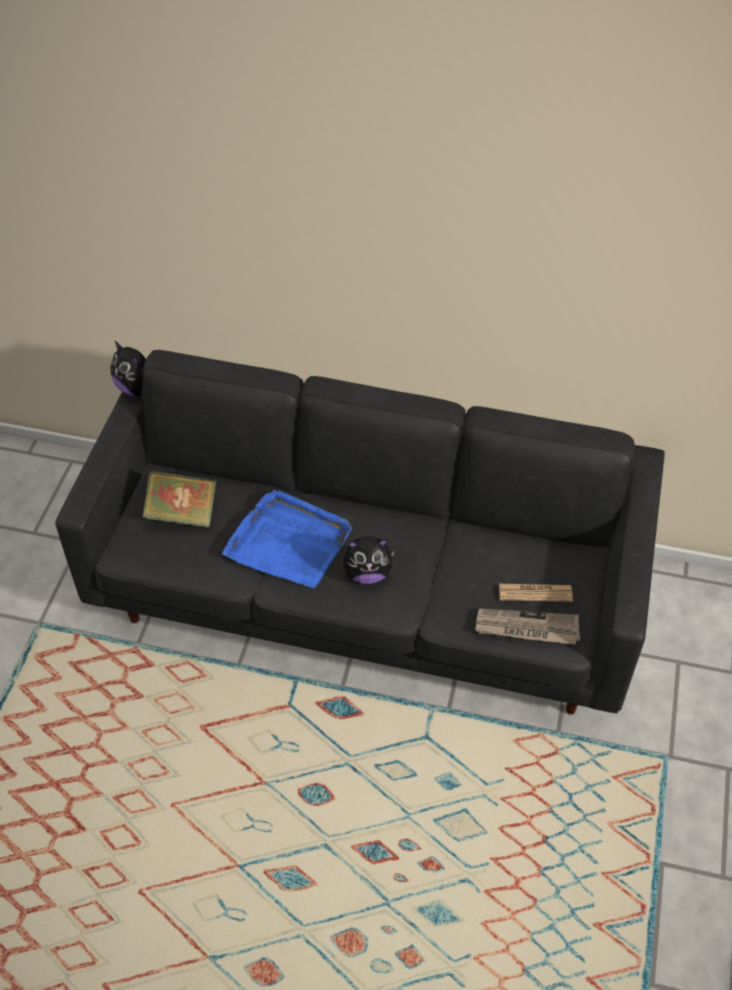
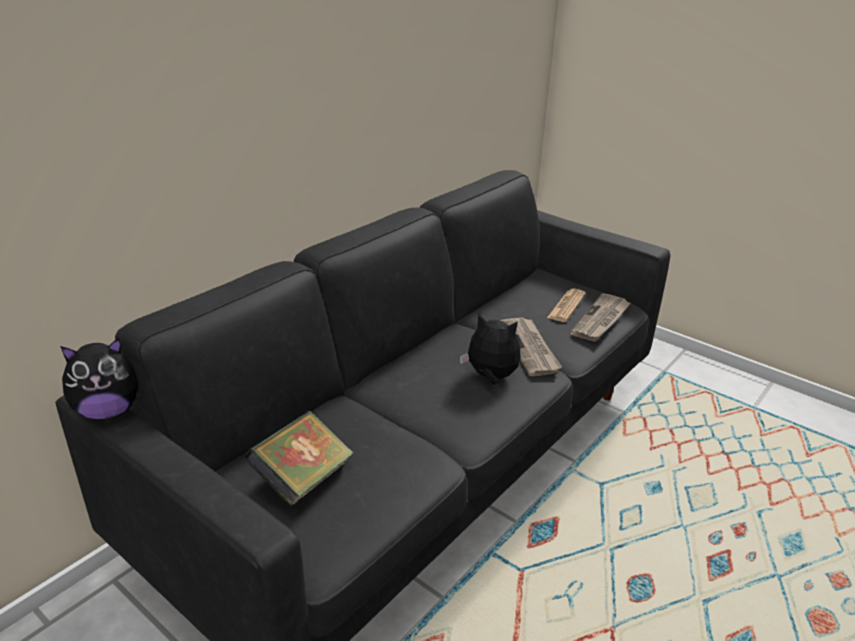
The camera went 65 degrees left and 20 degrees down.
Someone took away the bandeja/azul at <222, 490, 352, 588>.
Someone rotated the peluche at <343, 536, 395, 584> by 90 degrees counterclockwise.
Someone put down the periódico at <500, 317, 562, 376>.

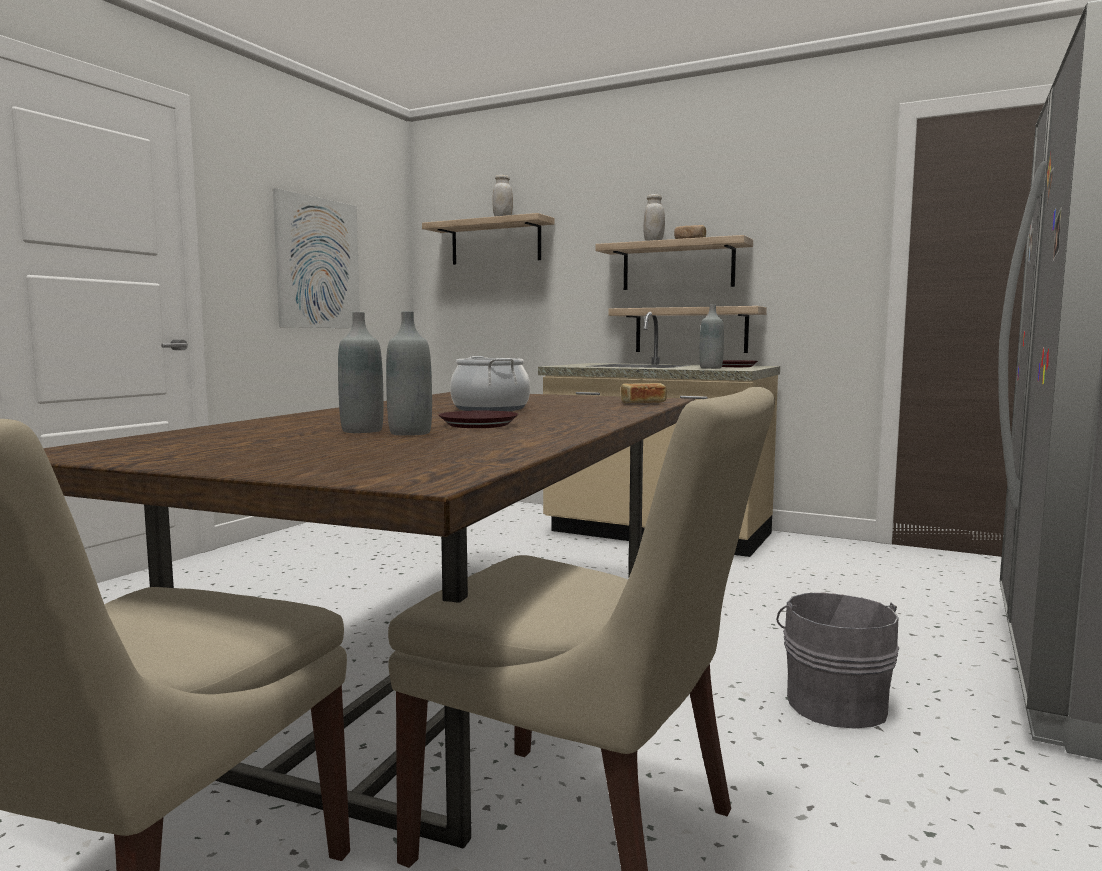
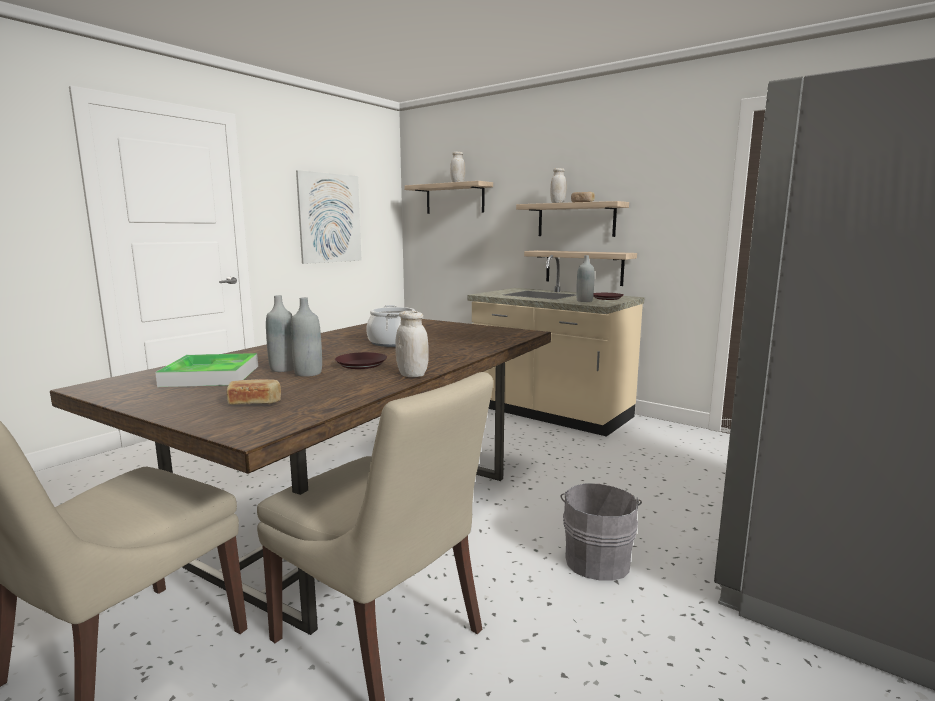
The camera went 10 degrees right and 5 degrees up.
Someone carried the pan from <621, 383, 667, 403> to <227, 379, 281, 405>.
Someone put down the tarro/blanco at <395, 311, 429, 377>.
Someone put down the bandeja at <155, 353, 258, 387>.

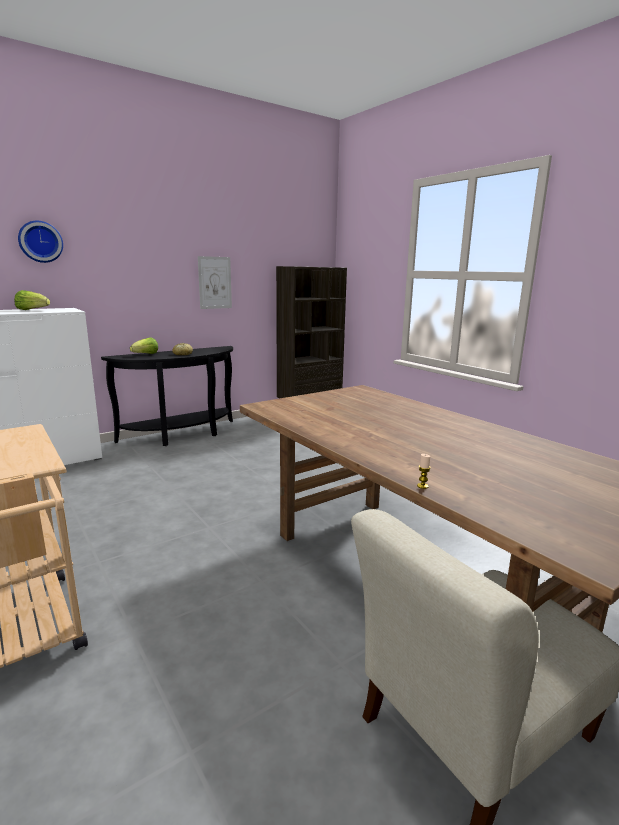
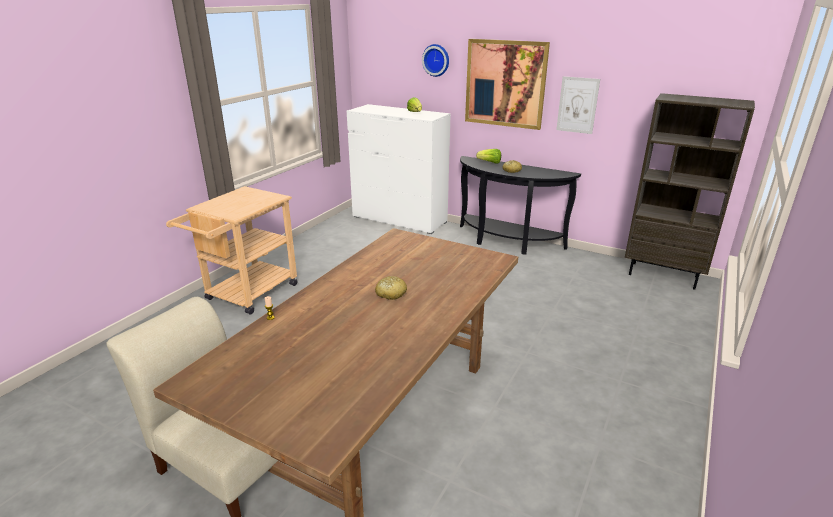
The camera went 65 degrees right and 10 degrees up.
Someone put up the cuadro at <465, 39, 550, 130>.
Someone put down the pan at <375, 276, 407, 300>.

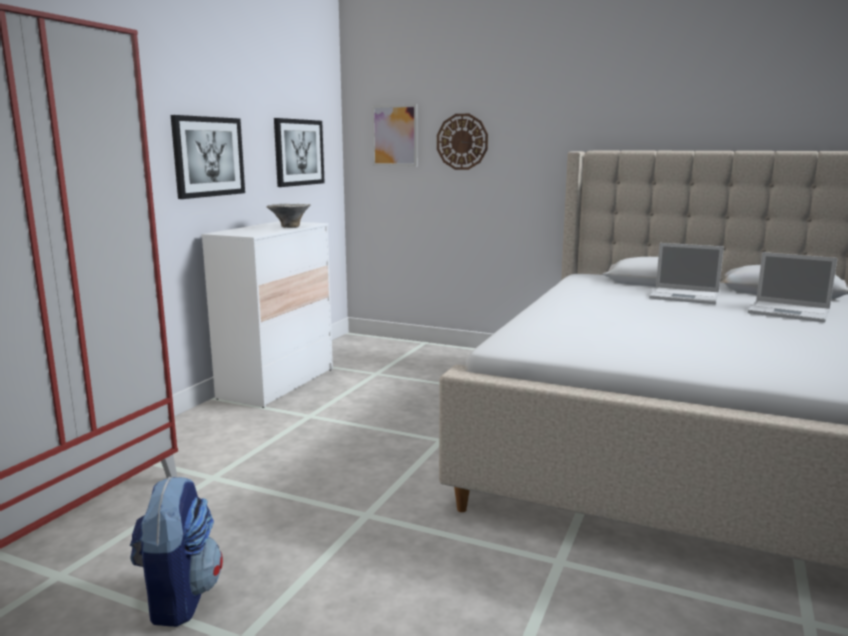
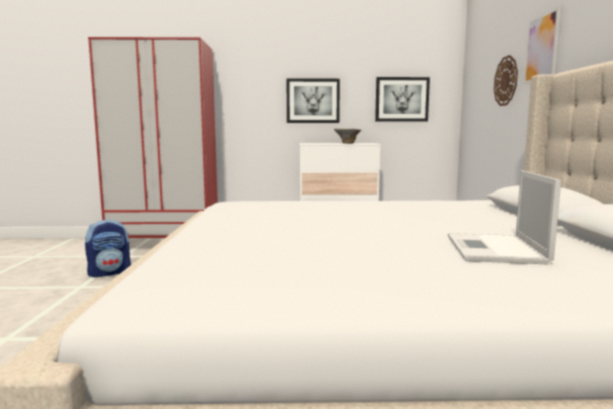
The camera went 65 degrees right and 5 degrees down.
Someone carried the cuadro from <372, 104, 417, 166> to <524, 7, 560, 84>.
Someone took away the portátil at <649, 243, 724, 304>.

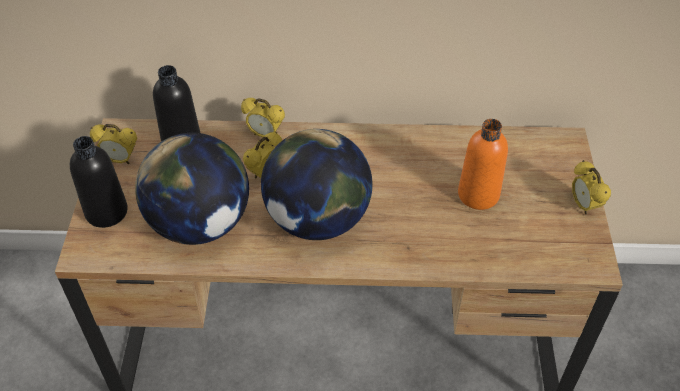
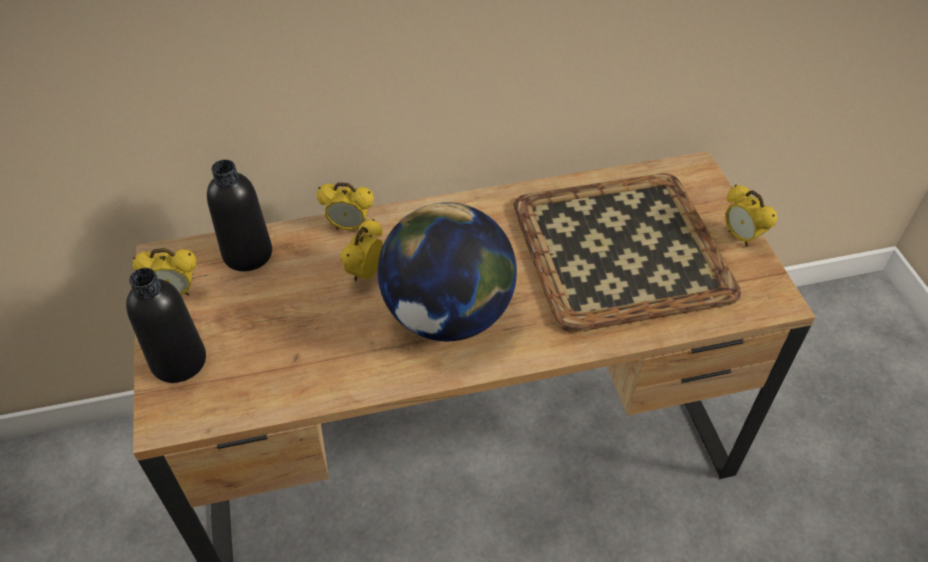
The camera went 15 degrees left and 0 degrees up.
Someone swapped the botella/naranja at <458, 119, 508, 210> for the bandeja at <513, 173, 741, 332>.
Someone took away the globo terráqueo at <135, 133, 249, 245>.

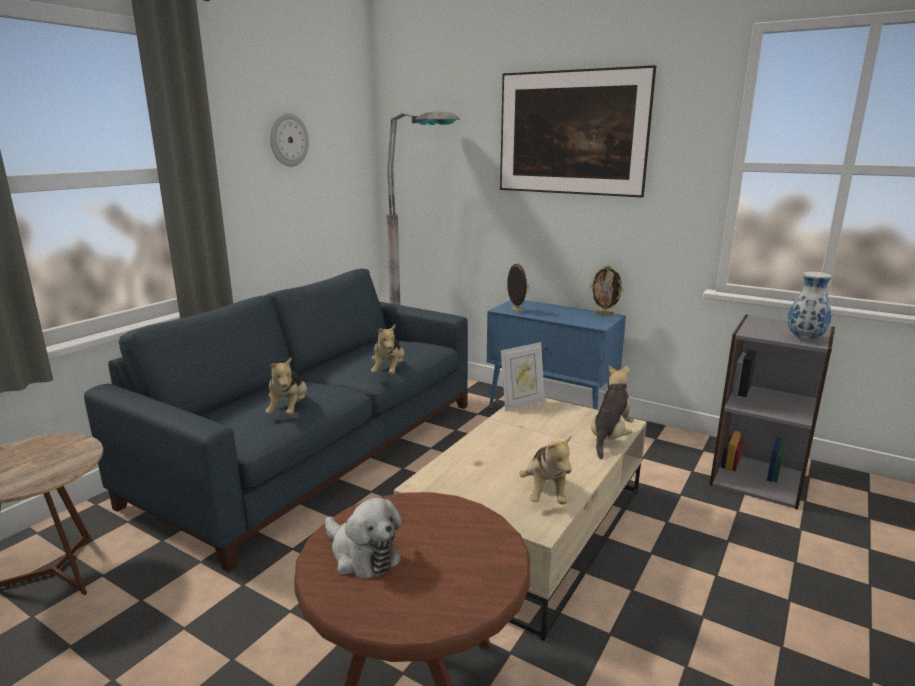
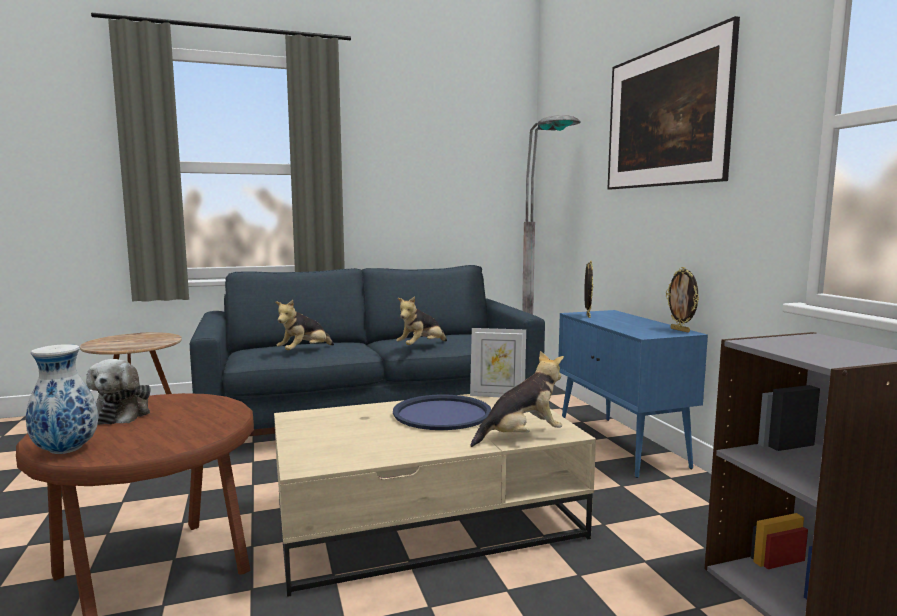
The camera went 40 degrees right and 10 degrees down.
Someone took away the reloj de pared at <270, 113, 309, 167>.
Someone carried the florero from <787, 272, 832, 340> to <26, 344, 98, 454>.
Someone took away the peluche at <519, 435, 572, 505>.
Someone put down the bandeja/azul at <393, 394, 491, 430>.

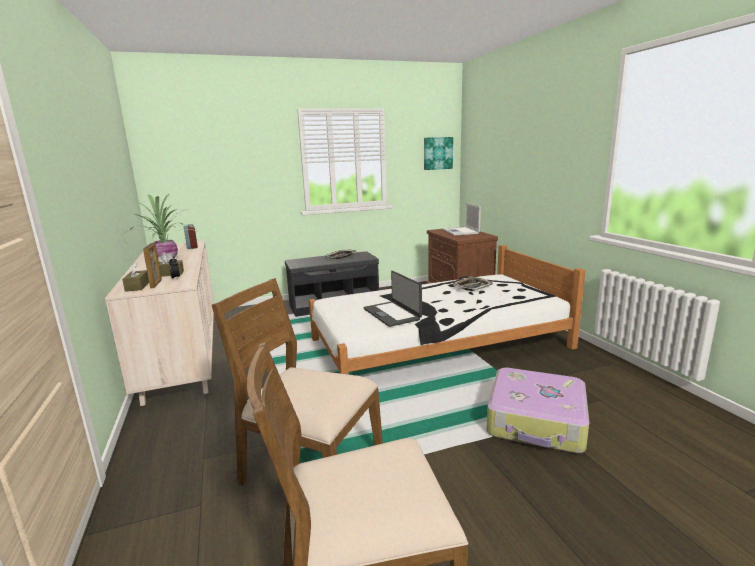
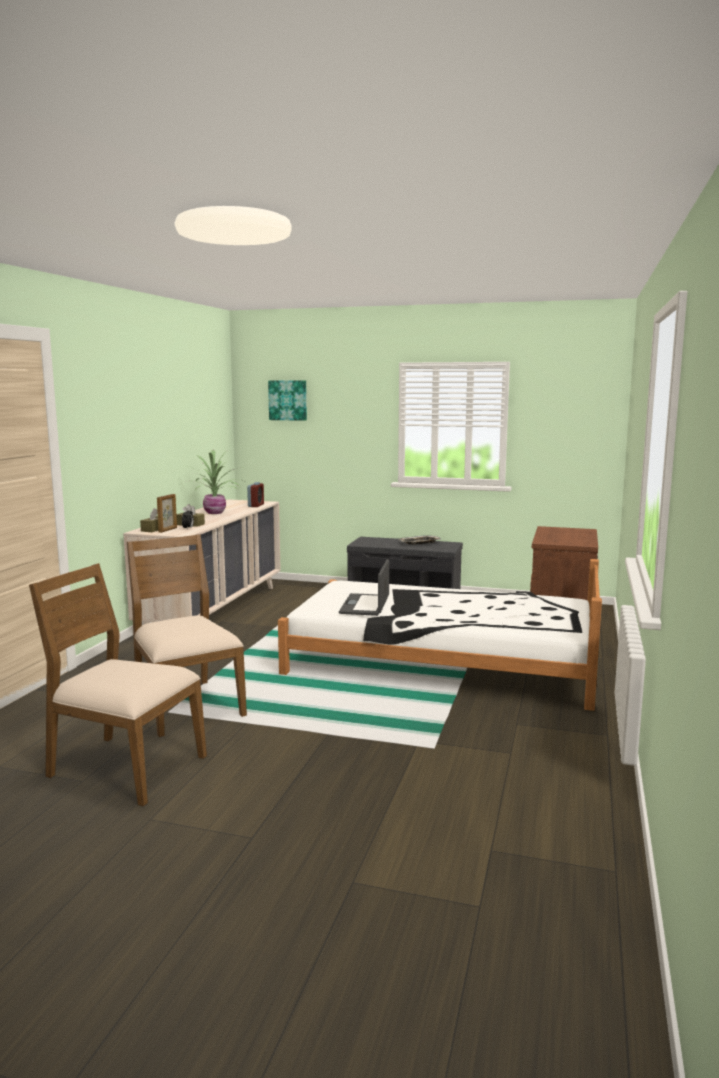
The camera went 35 degrees right and 5 degrees down.
Someone carried the cuadro from <424, 137, 453, 170> to <268, 380, 307, 421>.
Someone took away the portátil at <443, 203, 481, 236>.
Someone took away the bandeja at <453, 277, 493, 291>.
Someone took away the maleta at <487, 368, 589, 453>.

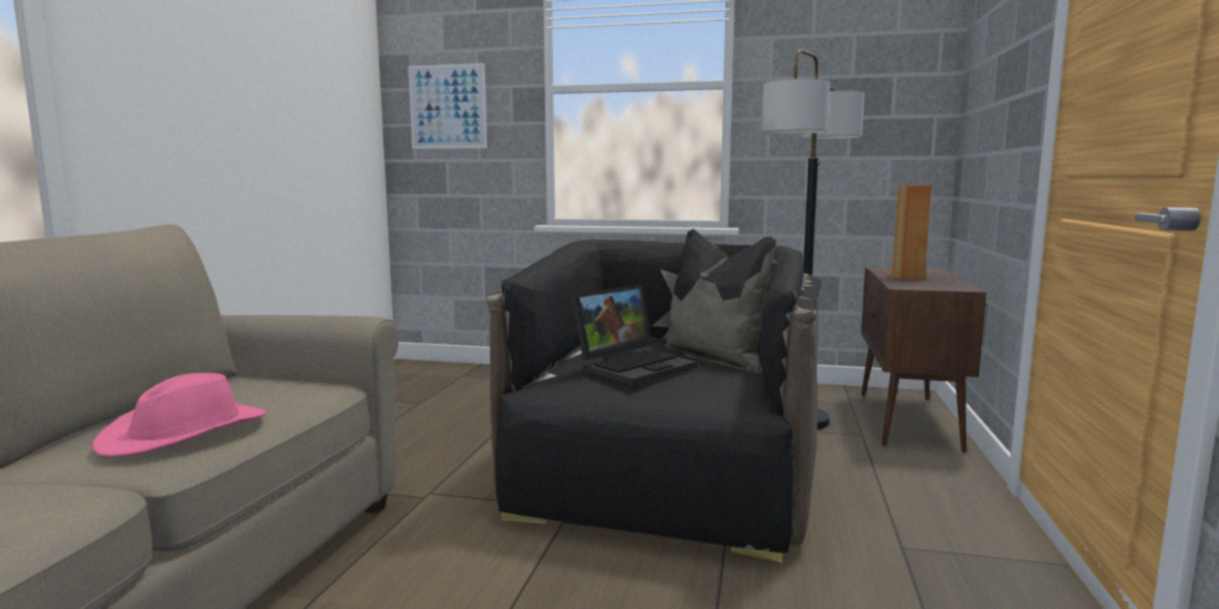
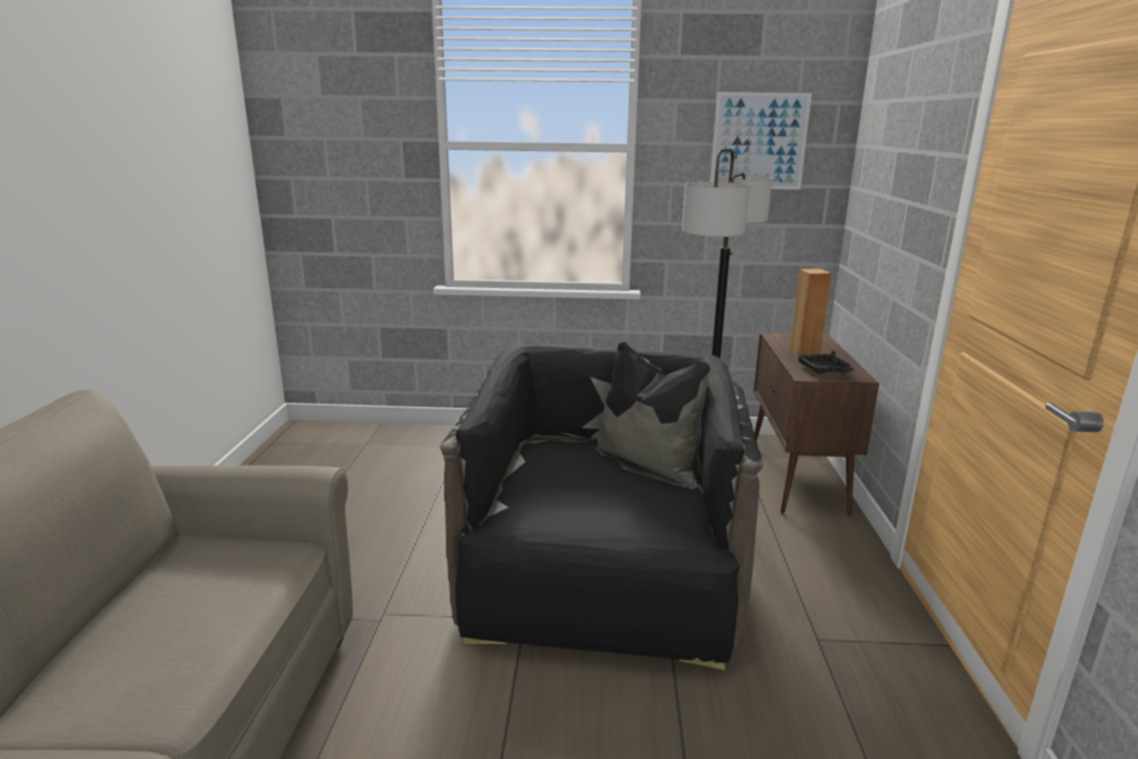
The camera went 10 degrees left and 10 degrees up.
Someone carried the cuadro from <408, 63, 487, 149> to <710, 92, 812, 190>.
Someone took away the portátil at <572, 285, 697, 386>.
Someone took away the sombrero/rosa at <92, 373, 266, 458>.
Someone put down the bandeja/negro at <796, 350, 855, 374>.

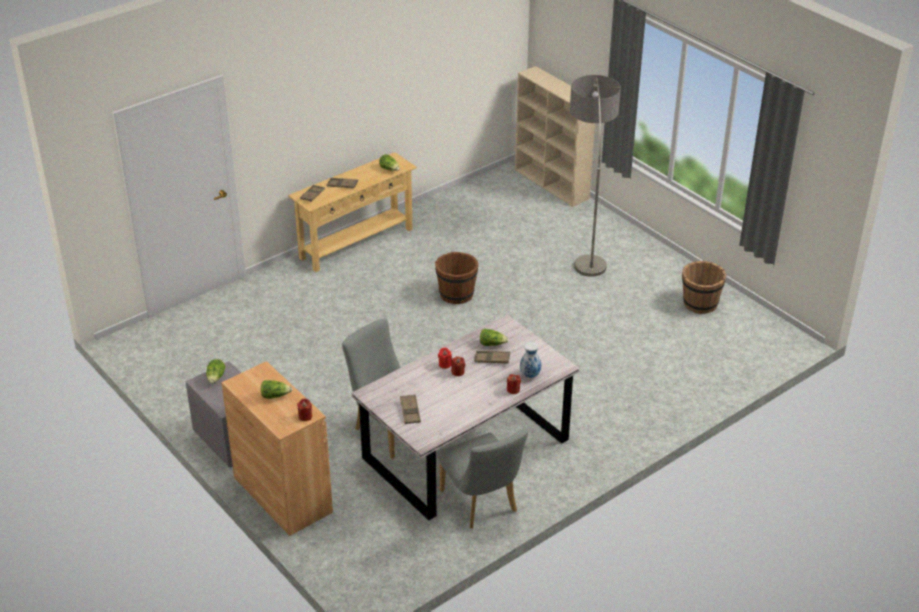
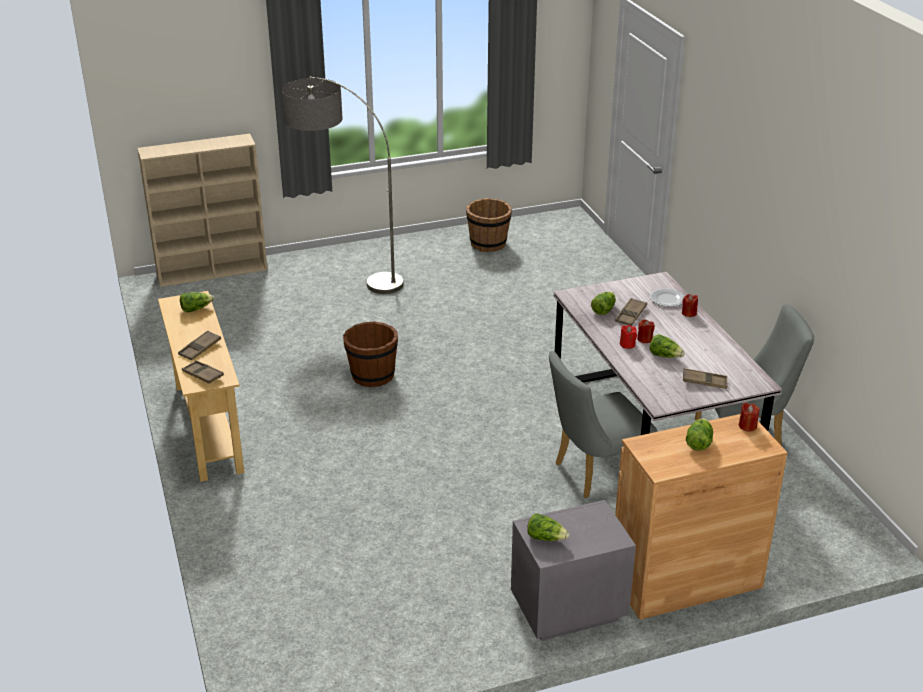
The camera went 70 degrees left and 5 degrees down.
Someone swapped the florero at <520, 342, 541, 378> for the plato at <650, 288, 685, 307>.
Someone put down the lechuga at <650, 334, 685, 358>.

